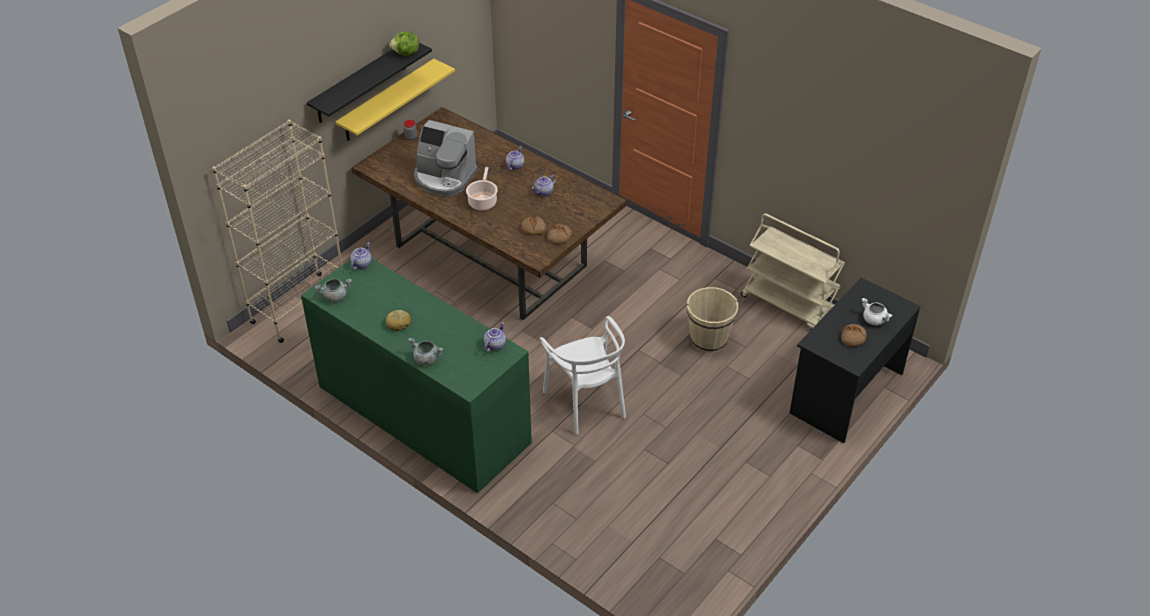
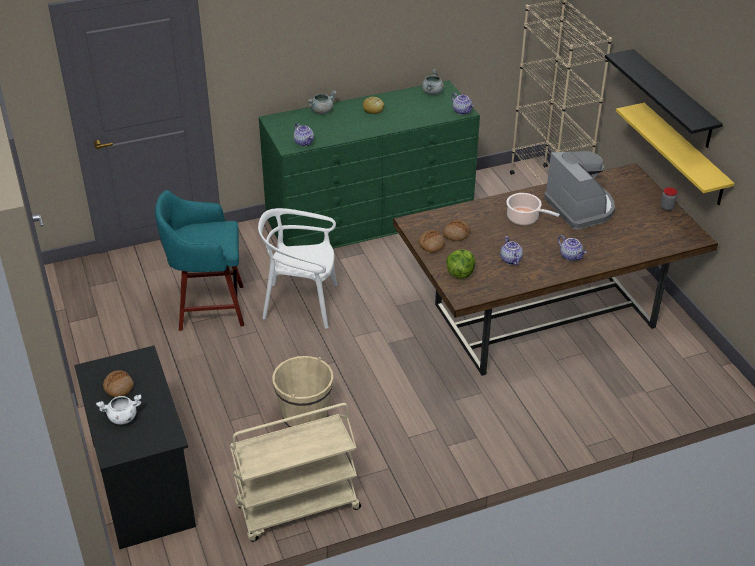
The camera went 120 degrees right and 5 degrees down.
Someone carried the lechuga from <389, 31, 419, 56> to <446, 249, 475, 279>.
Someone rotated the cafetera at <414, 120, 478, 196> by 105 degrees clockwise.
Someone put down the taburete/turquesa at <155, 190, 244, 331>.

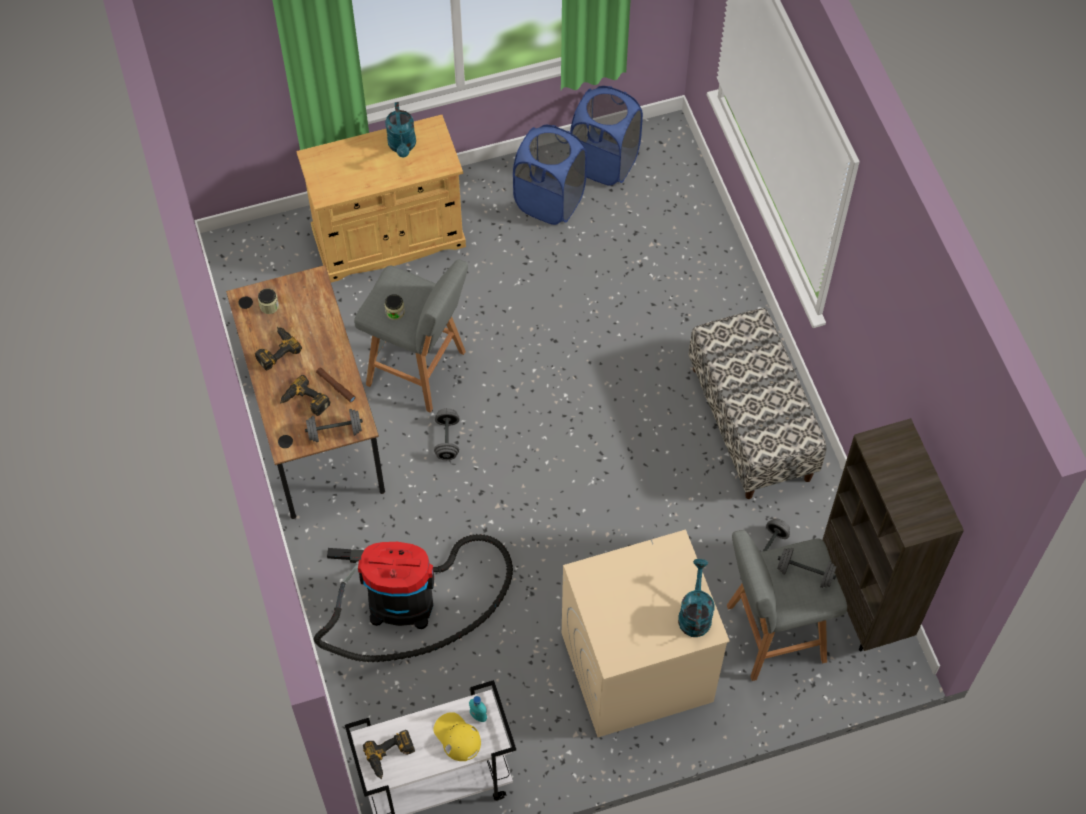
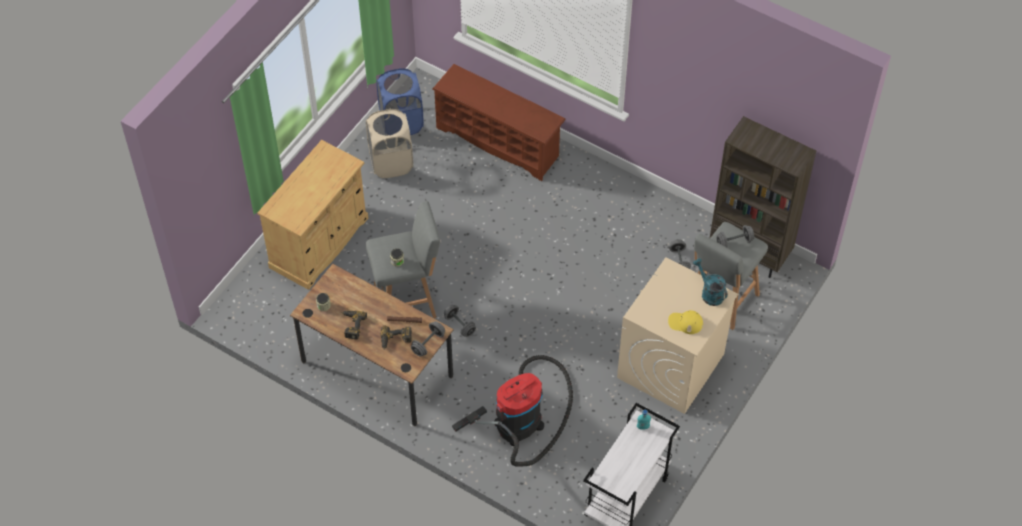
The camera went 40 degrees left and 5 degrees down.
Someone took away the regadera/turquesa at <385, 102, 416, 157>.
Someone repainted the cesto de la ropa/azul at <513, 125, 587, 225>, which became the cesto de la ropa/beis at <366, 109, 413, 178>.
Someone took away the banco at <689, 308, 827, 499>.
Someone carried the gorra/amarillo from <433, 712, 481, 761> to <668, 310, 703, 334>.
Someone took away the taladro at <363, 730, 415, 780>.
Someone put down the zapatero/marrón at <432, 64, 566, 181>.

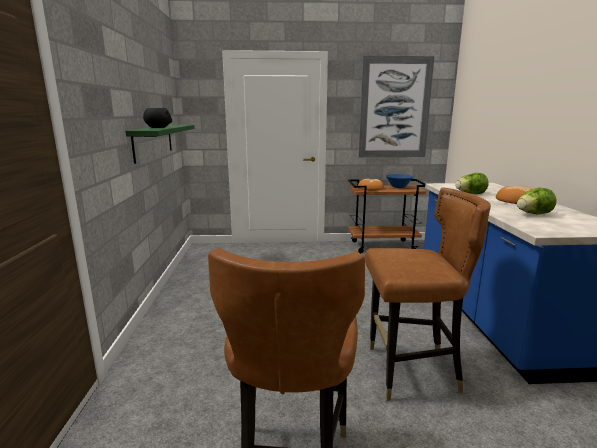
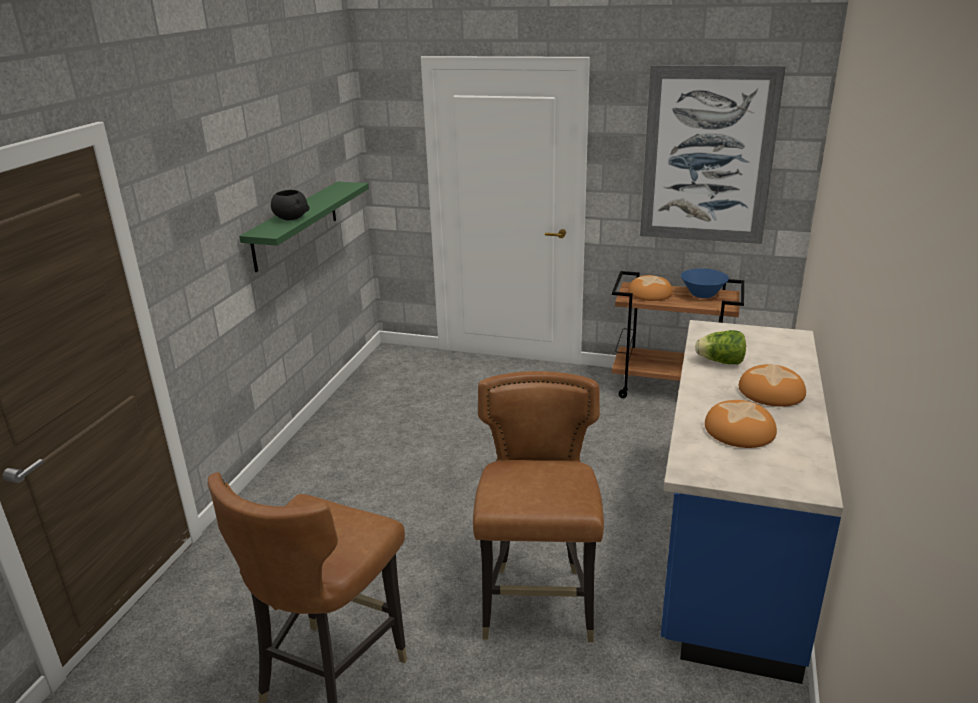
The camera went 20 degrees right and 10 degrees up.
Someone rotated the silla/marrón at <365, 187, 491, 401> by 105 degrees counterclockwise.
Someone swapped the lechuga at <517, 188, 557, 214> for the pan at <705, 400, 777, 448>.

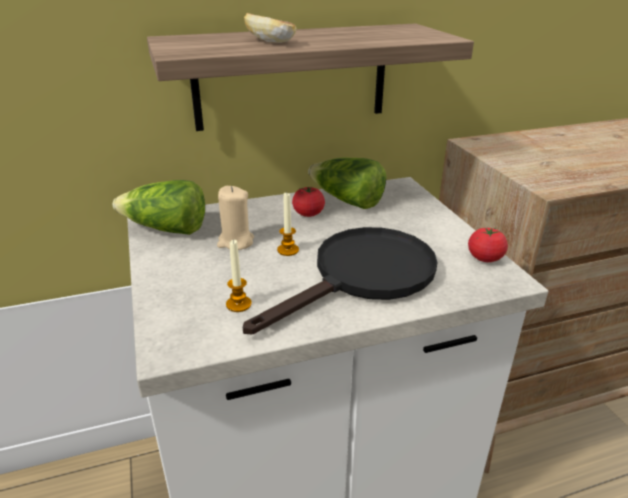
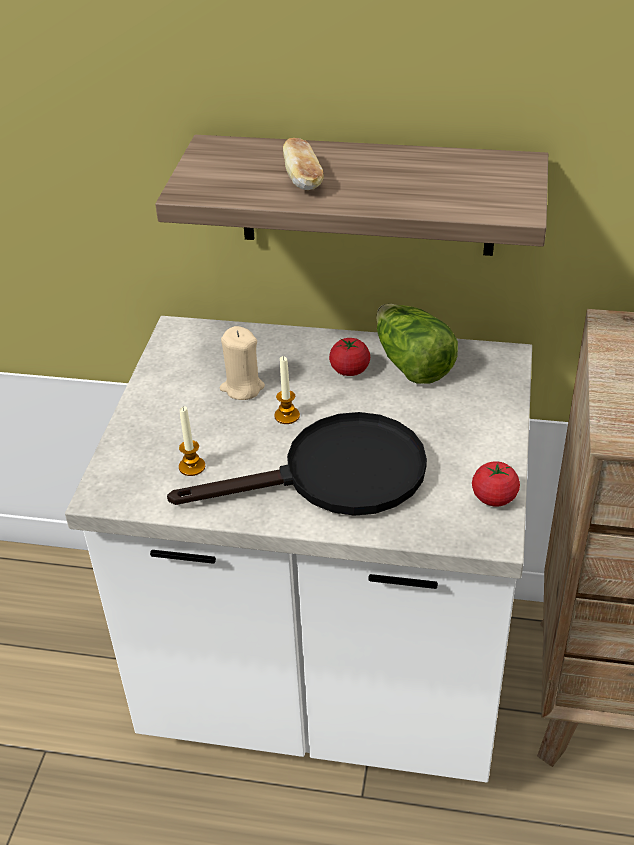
The camera went 30 degrees right and 10 degrees up.
Someone took away the lechuga at <113, 180, 205, 235>.

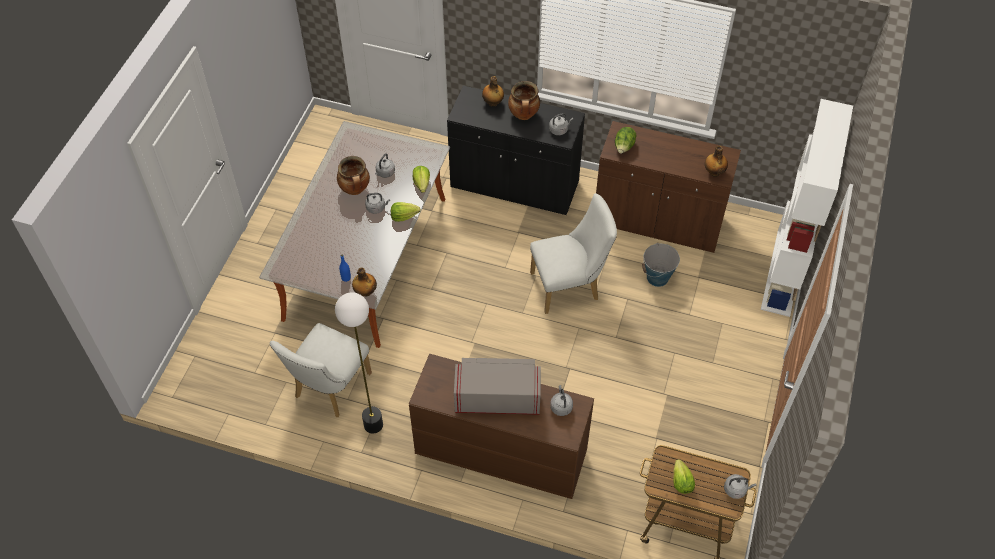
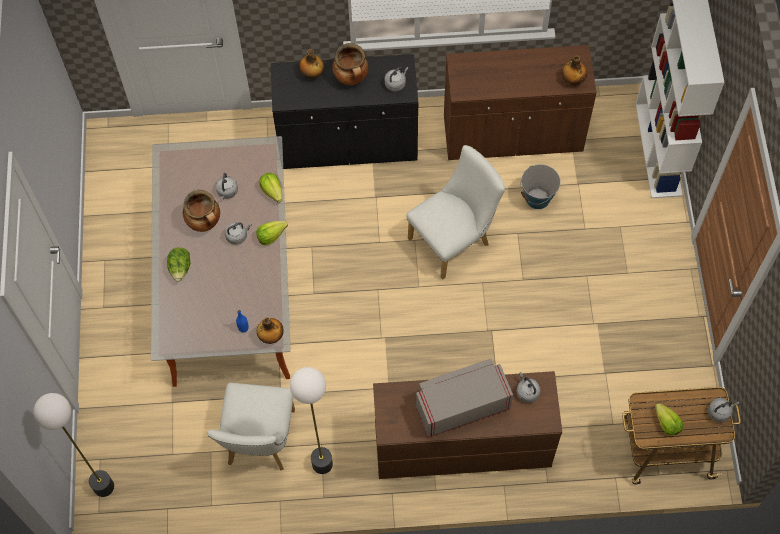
The camera went 20 degrees left and 10 degrees up.
Someone carried the lechuga from <615, 127, 637, 154> to <167, 247, 190, 282>.
Someone put down the lámpara de pie at <33, 393, 114, 497>.

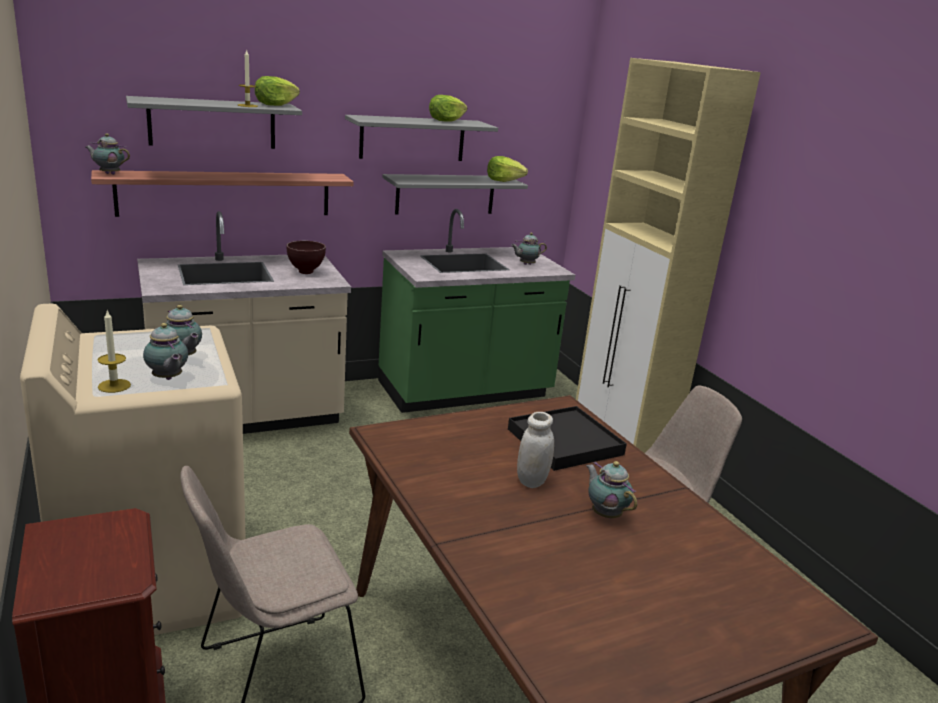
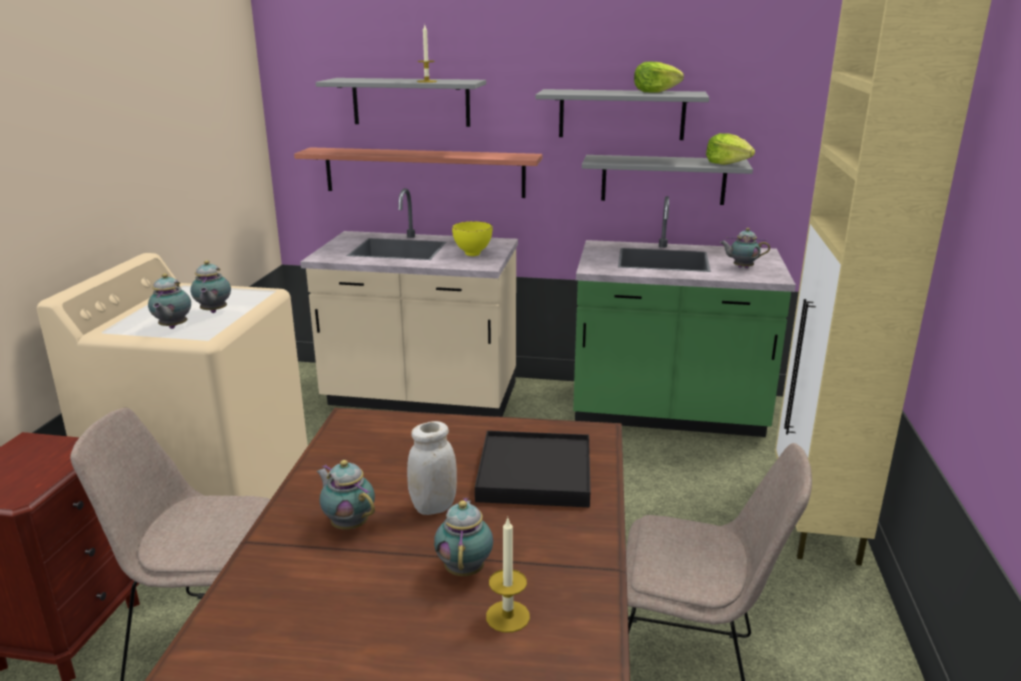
The camera went 35 degrees right and 0 degrees up.
Someone took away the lechuga at <255, 76, 300, 106>.
Someone carried the tetera from <85, 133, 130, 175> to <316, 460, 375, 530>.
Someone repainted the cuenco/marrón at <287, 241, 326, 274>, which became the cuenco/amarillo at <452, 221, 492, 256>.
Someone carried the vela from <97, 311, 131, 393> to <486, 518, 530, 633>.

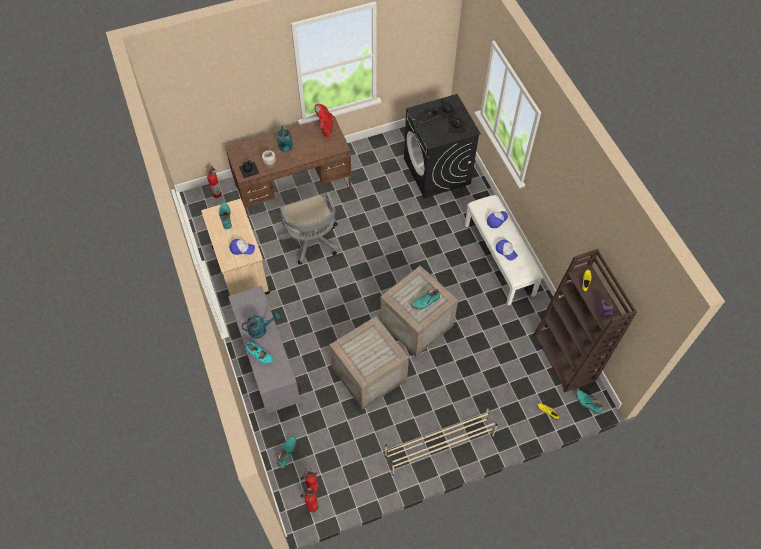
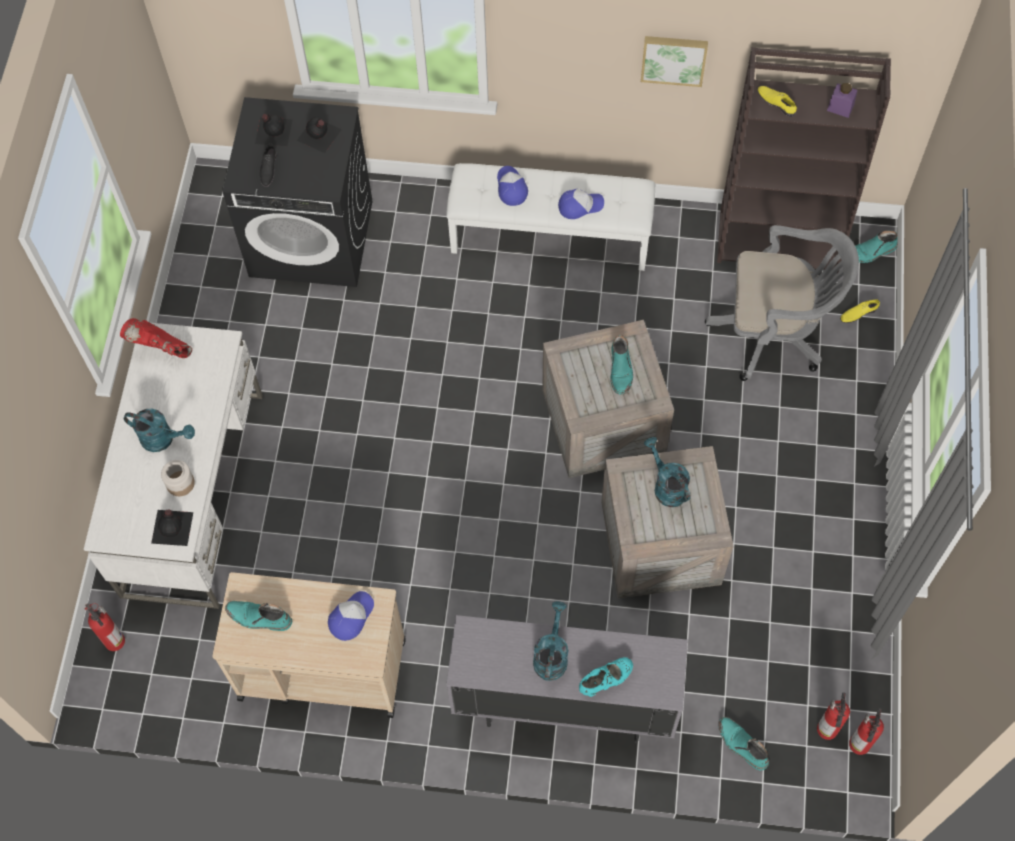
The camera went 60 degrees left and 5 degrees up.
Someone repainted the escritorio/marrón at <225, 116, 352, 221>, which became the escritorio/blanco at <84, 323, 263, 609>.
Someone carried the silla de oficina/gris from <279, 192, 338, 264> to <705, 225, 859, 381>.
Someone took away the zapatero/beis at <385, 406, 498, 475>.
Someone put up the cuadro at <641, 36, 708, 87>.
Someone put down the regadera/turquesa at <644, 437, 691, 507>.

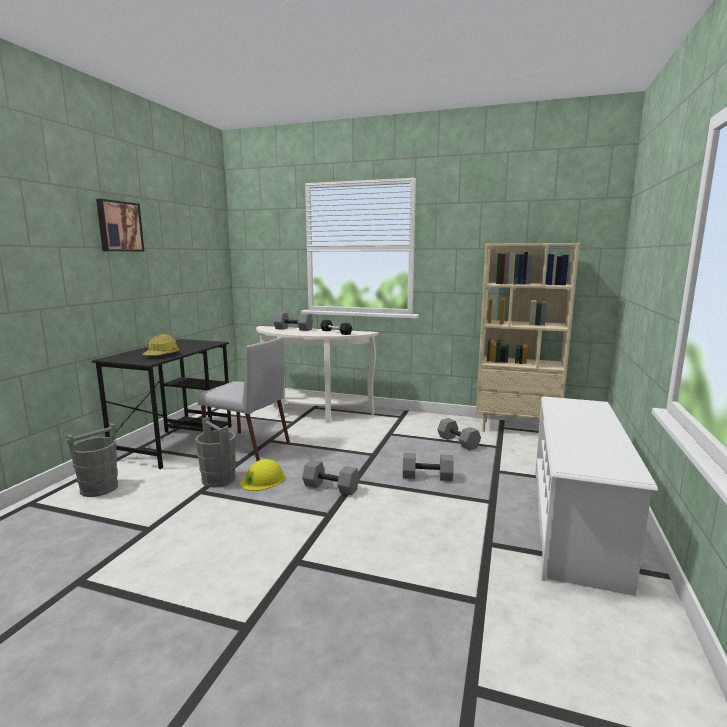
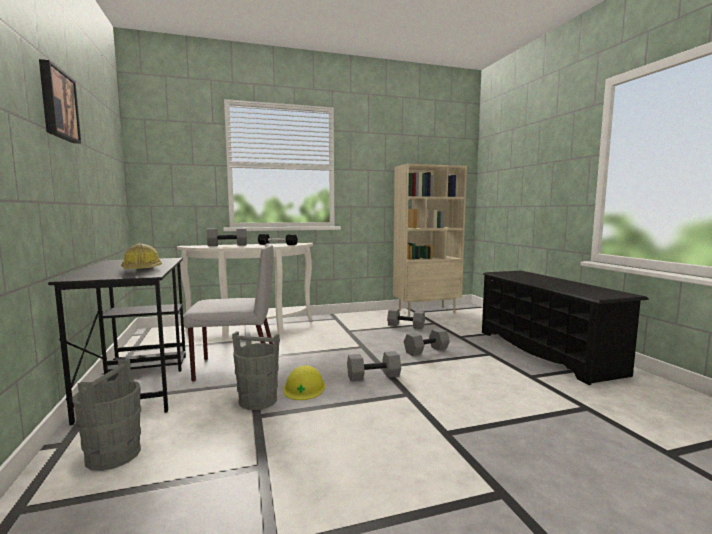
The camera went 35 degrees left and 5 degrees down.
Someone repainted the zapatero/blanco at <535, 396, 658, 596>, which became the zapatero/negro at <482, 271, 649, 385>.

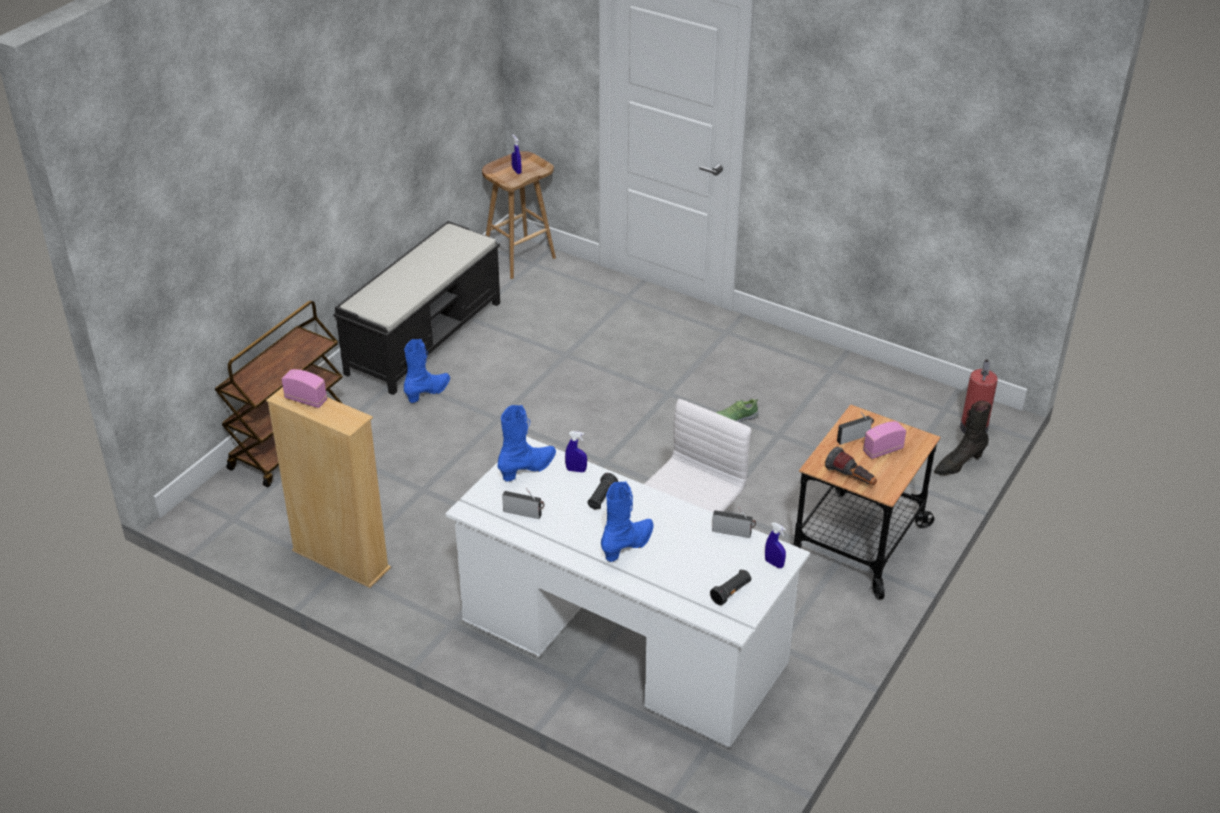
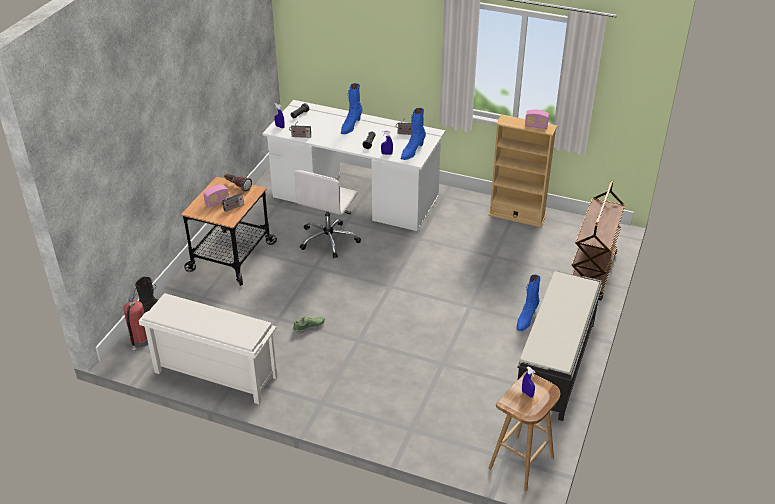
The camera went 170 degrees right and 0 degrees up.
Someone put down the zapatero/blanco at <139, 293, 278, 404>.

